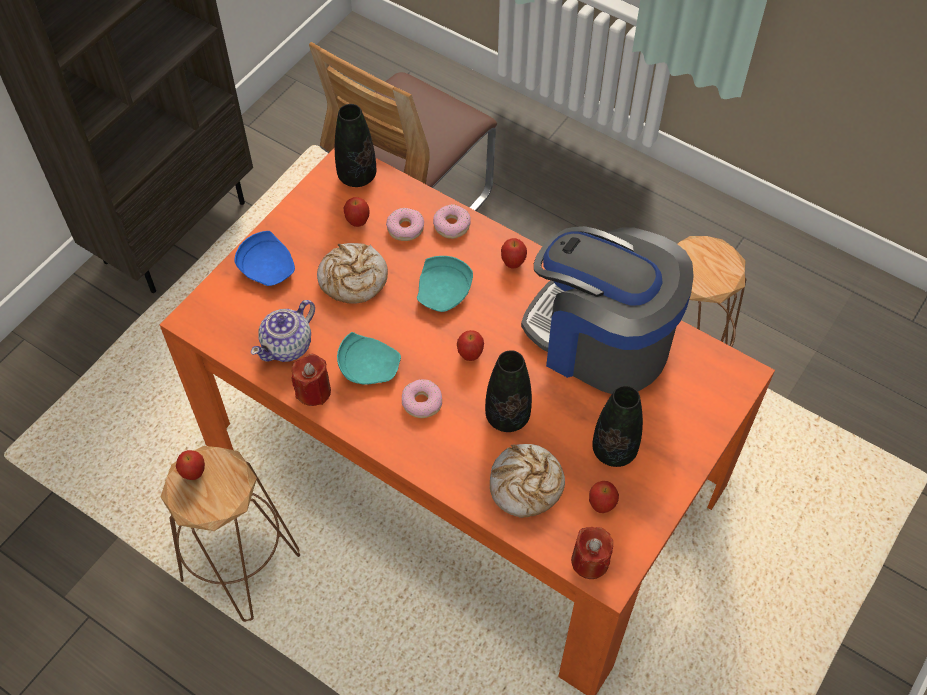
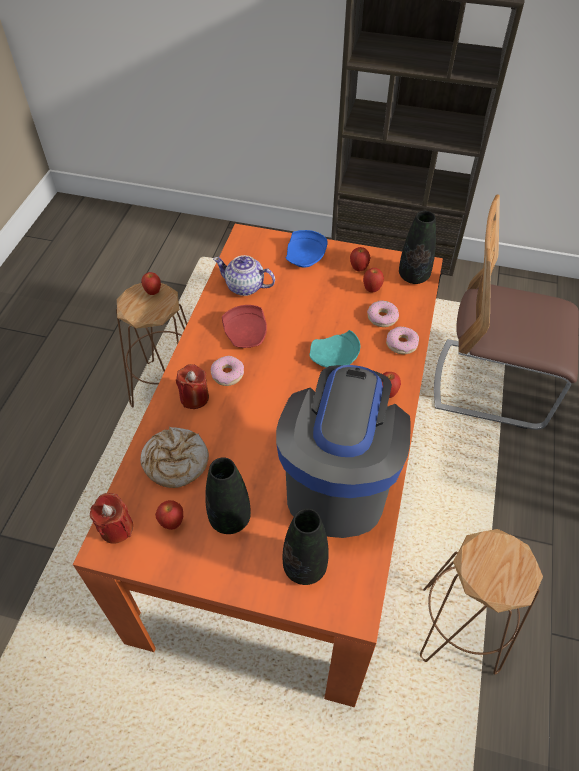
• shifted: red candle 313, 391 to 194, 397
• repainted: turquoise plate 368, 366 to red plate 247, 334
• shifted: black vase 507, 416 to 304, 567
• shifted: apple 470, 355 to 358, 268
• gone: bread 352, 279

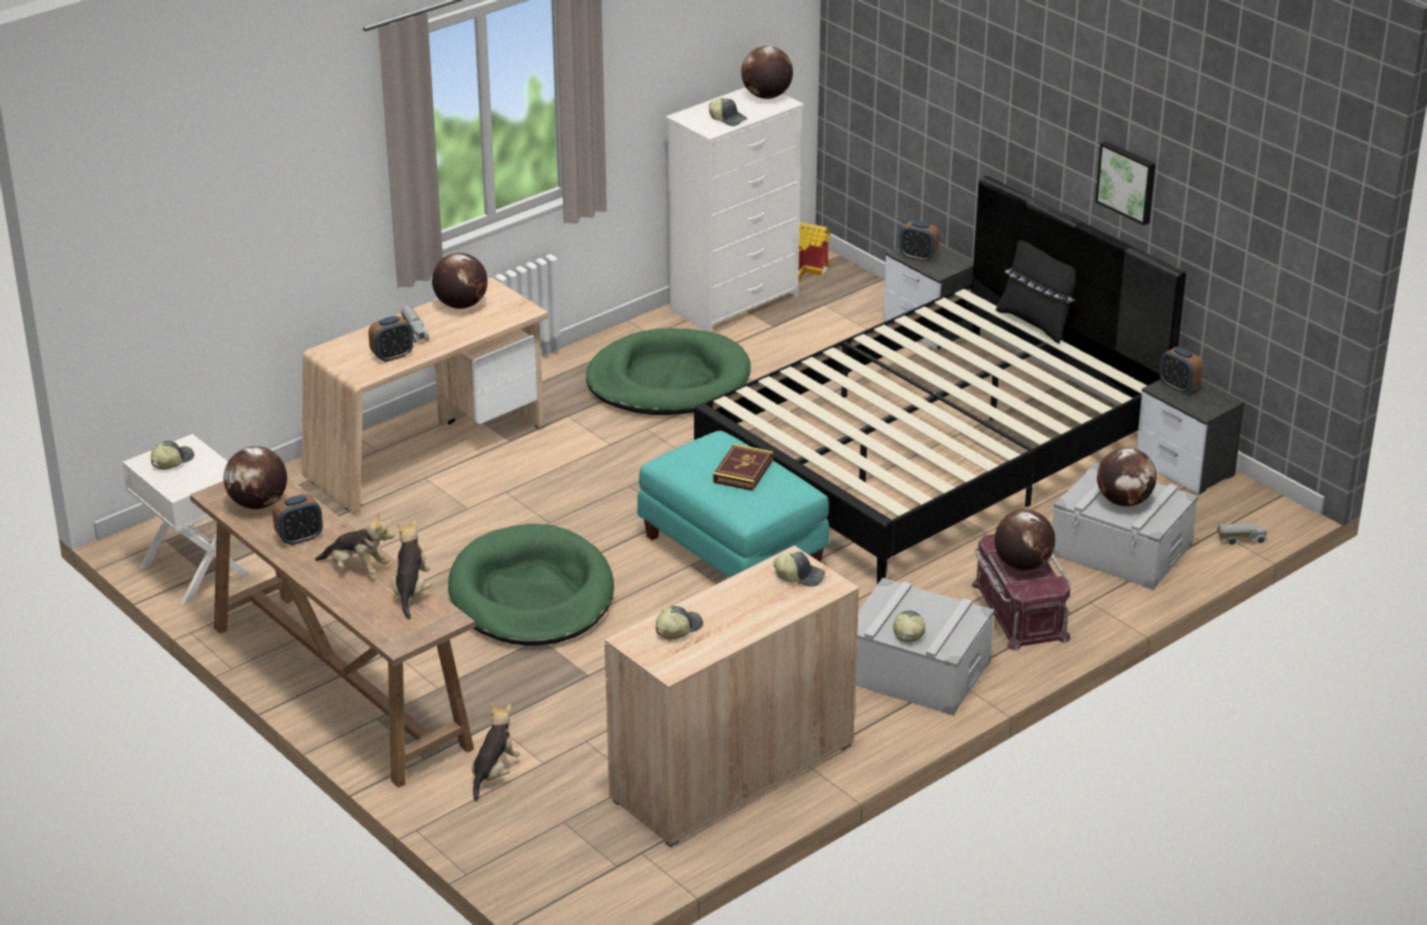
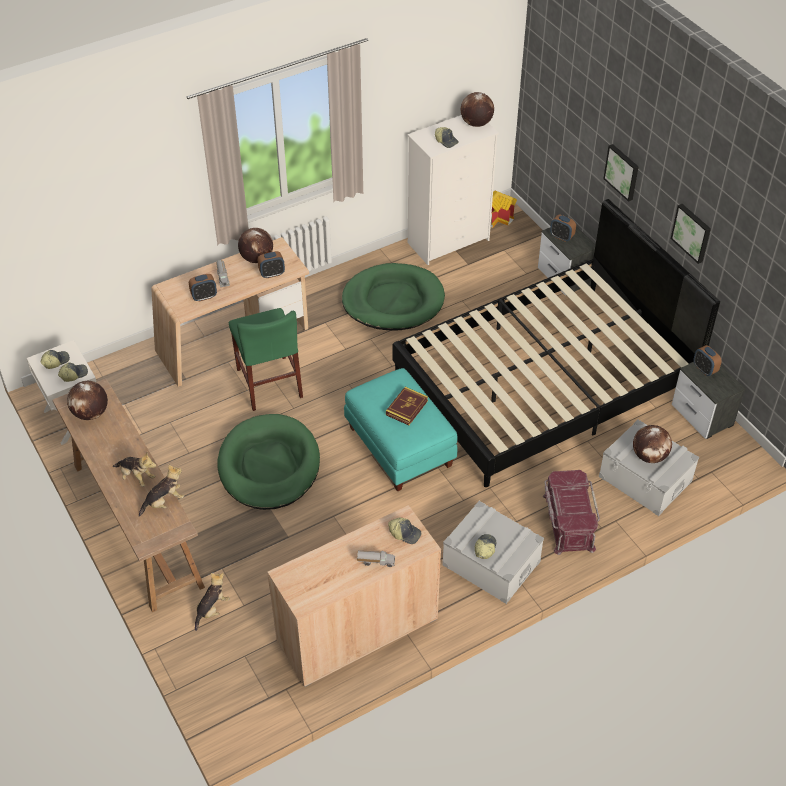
• shifted: cap 678, 628 to 73, 374
• rotated: plush toy 411, 592 = 164, 502 45 degrees clockwise
• new: green chair 269, 383
• shifted: alarm clock 299, 538 to 272, 274
• shifted: toy truck 1241, 539 to 376, 561
• new: picture 622, 172
• gone: globe 1022, 565
• gone: black pillow 1036, 322

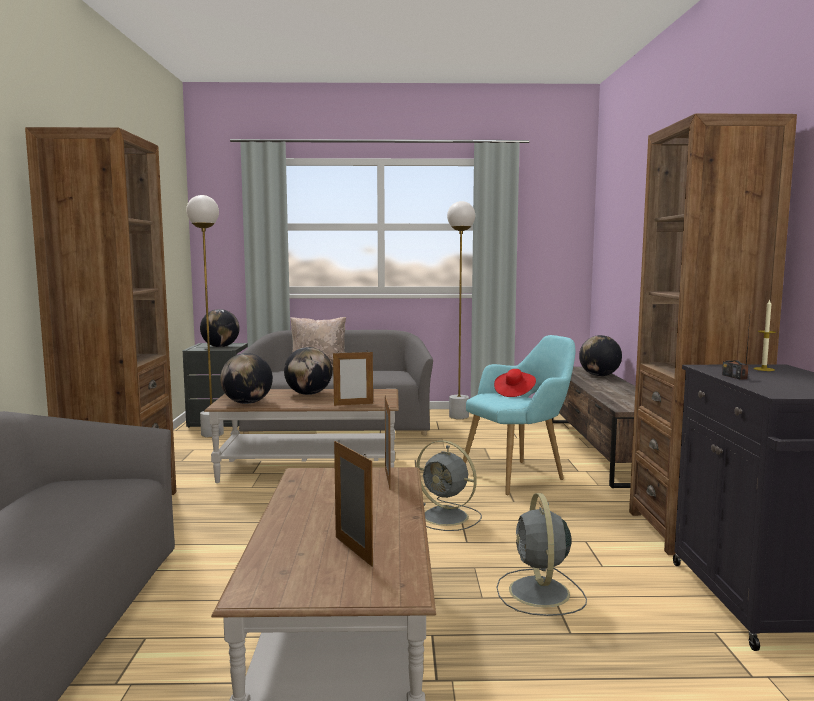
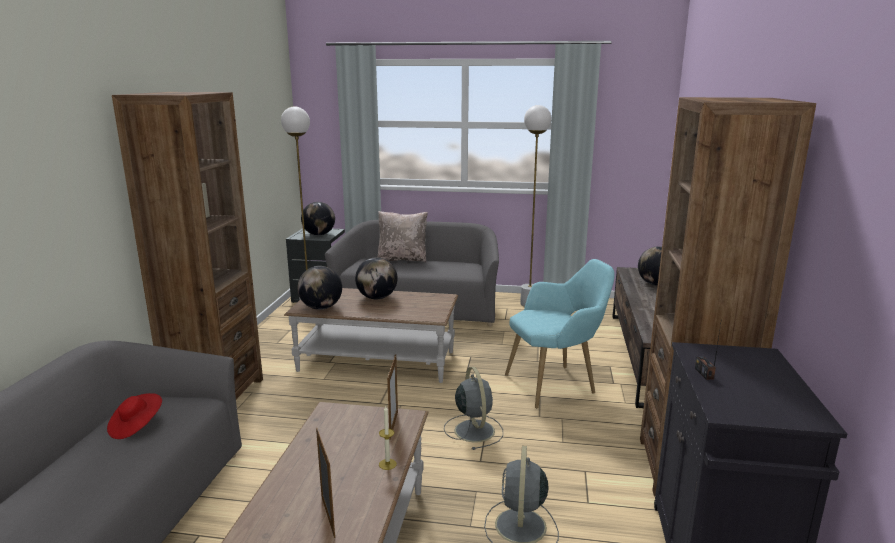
• shifted: red hat 514, 393 to 136, 426
• shifted: candle 764, 369 to 387, 464
• rotated: grey fan 447, 517 = 474, 430 150 degrees counterclockwise
• gone: picture frame 353, 404

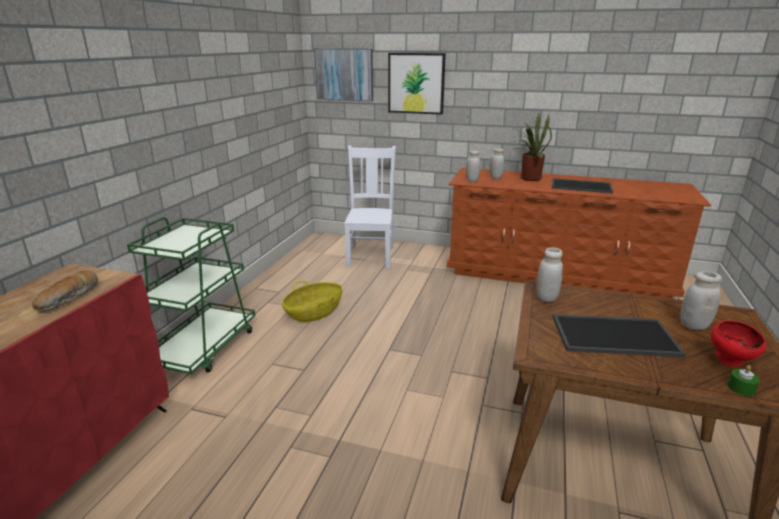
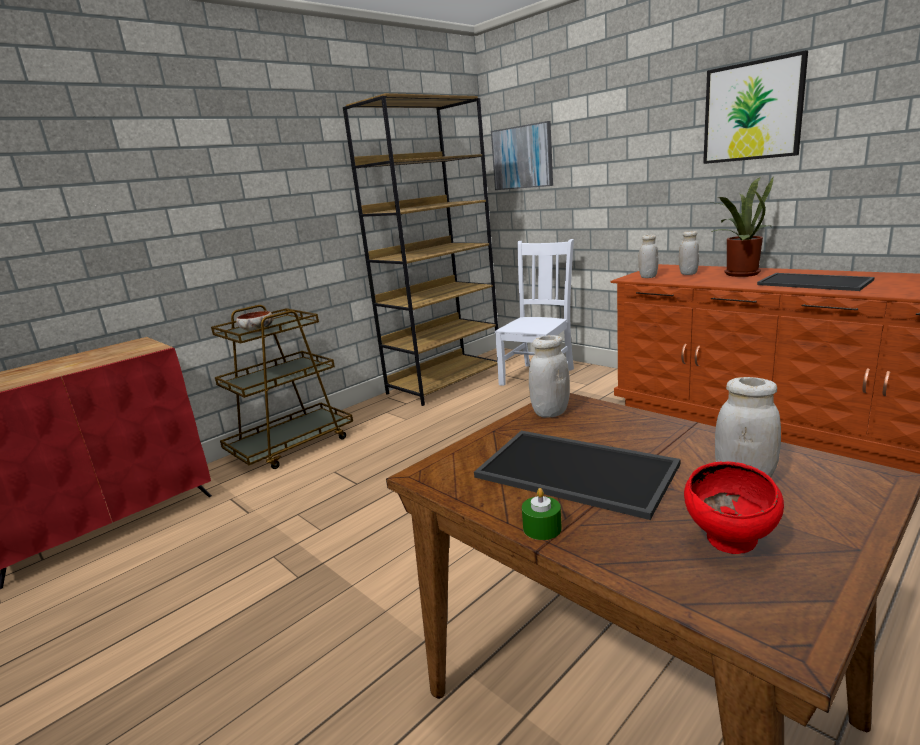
• repainted: green cart 203, 347 to brown cart 292, 445
• new: bowl 258, 331
• new: brown bookcase 445, 382
• shifted: green candle 741, 388 to 542, 528
• shifted: picture 416, 83 to 752, 111
• gone: bread 70, 298
• gone: basket 314, 313

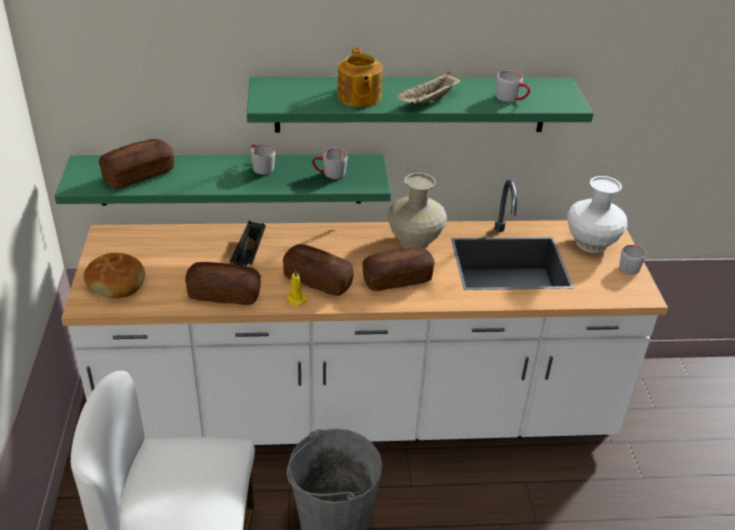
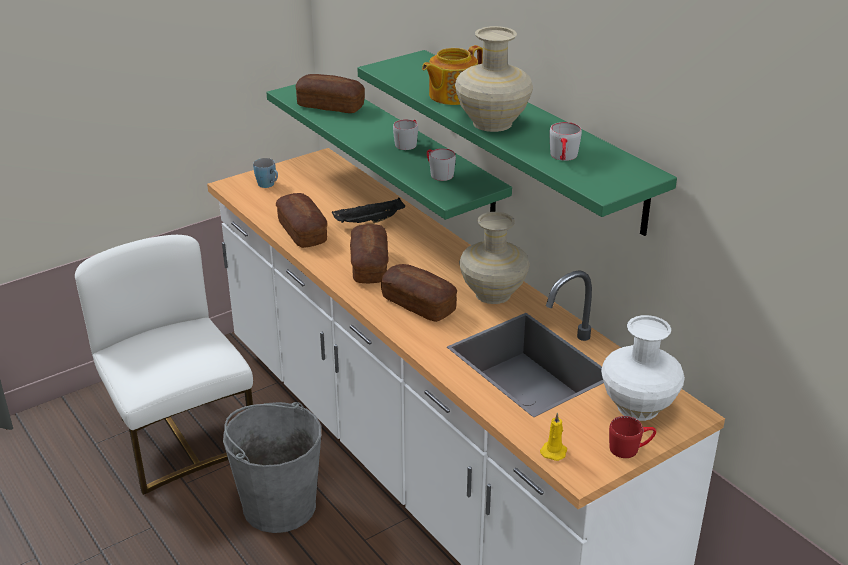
• swapped: bread 116, 282 to blue mug 268, 185
• swapped: beige tray 428, 101 to beige vase 492, 123
• shifted: yellow candle 295, 299 to 554, 451
• repainted: grey mug 630, 265 to red mug 630, 448

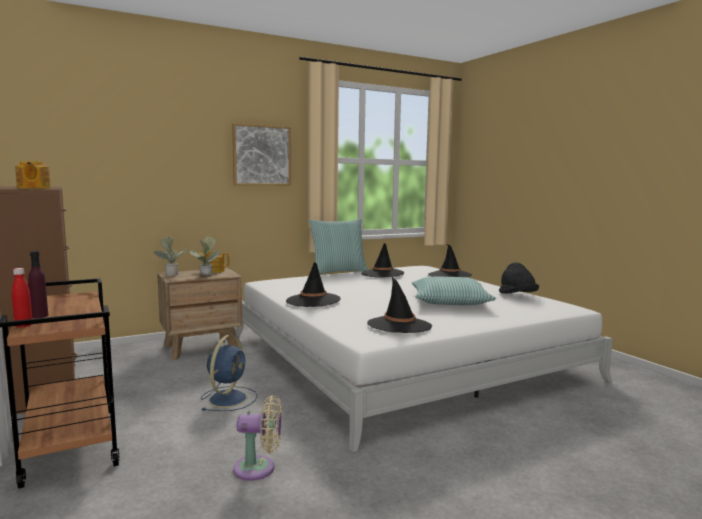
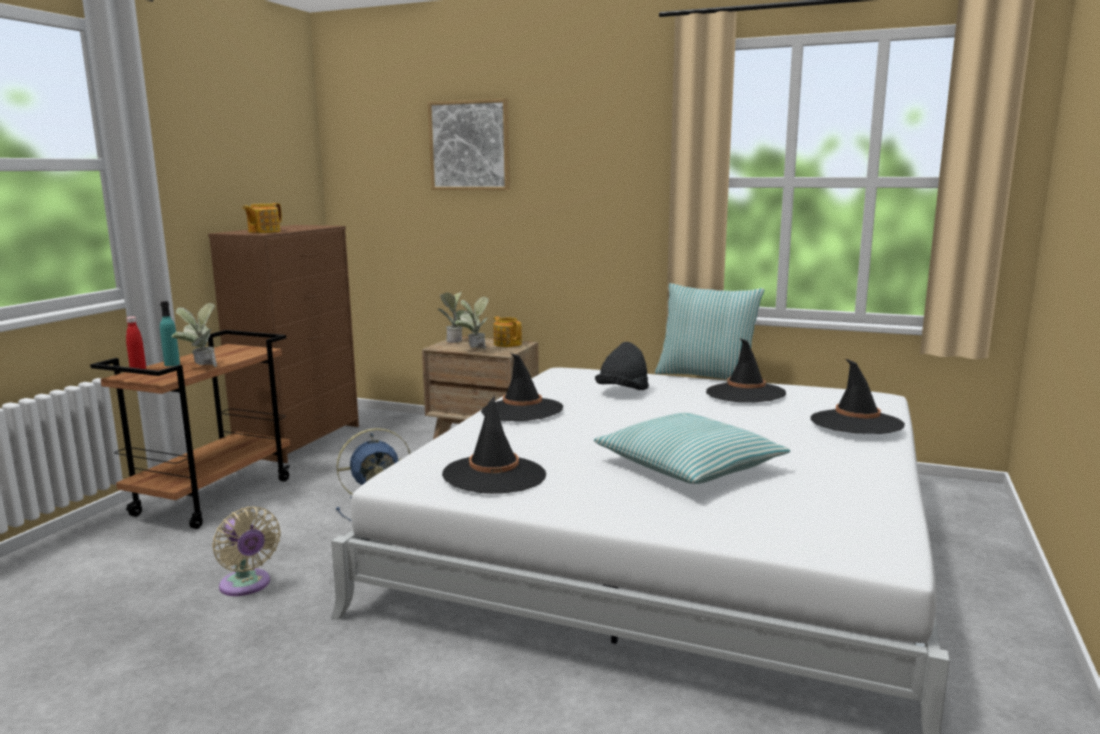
• repainted: purple bottle 40, 316 to turquoise bottle 172, 364
• new: potted plant 201, 368
• shifted: picture 262, 155 to 470, 145
• shifted: black hat 517, 296 to 622, 392

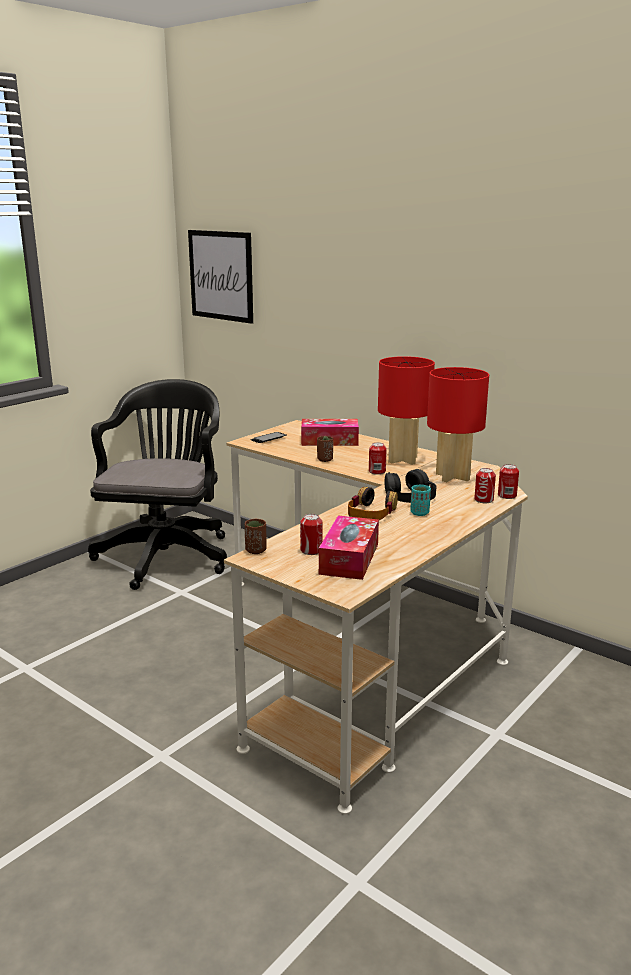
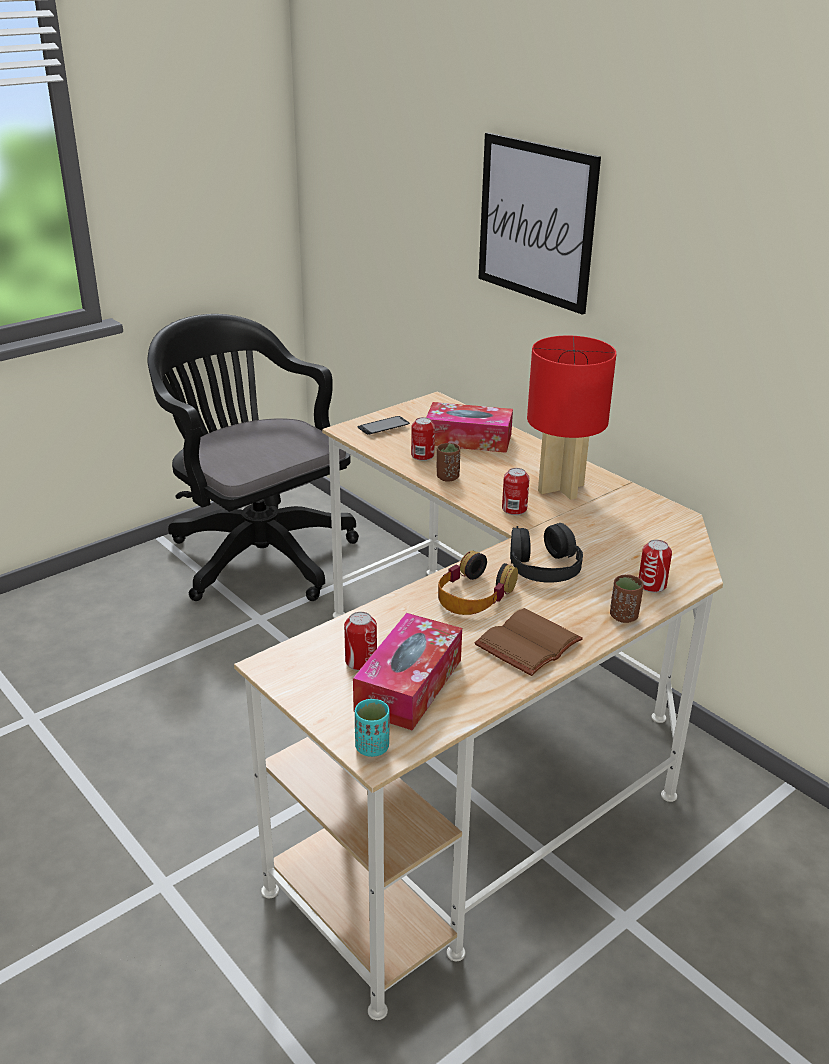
• rotated: black office chair 167, 554 = 257, 553 60 degrees counterclockwise
• shifted: turquoise cup 419, 513 to 372, 747
• shifted: can 507, 495 to 422, 456
• new: brown book 527, 642
• shifted: picture 221, 275 to 536, 222
• shifted: brown cup 256, 550 to 623, 616
• gone: red table lamp 453, 477

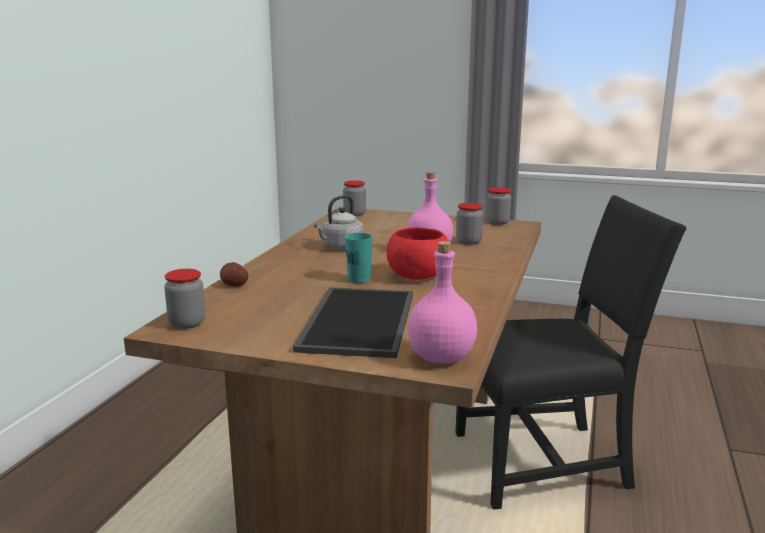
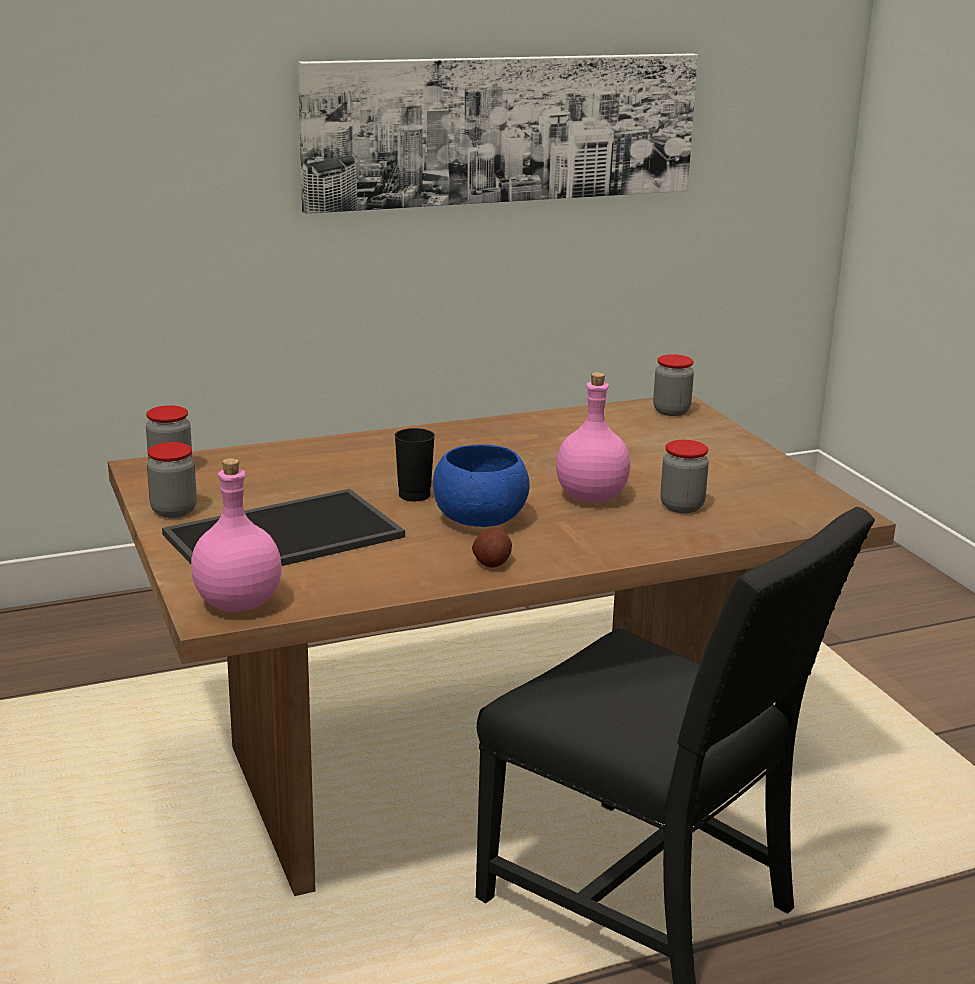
• shifted: jar 497, 222 to 174, 510
• new: picture 503, 129
• repainted: turquoise cup 359, 279 to black cup 414, 495
• repainted: red bowl 418, 276 to blue bowl 479, 519
• shifted: potato 234, 285 to 491, 562
• gone: grey kettle 341, 247

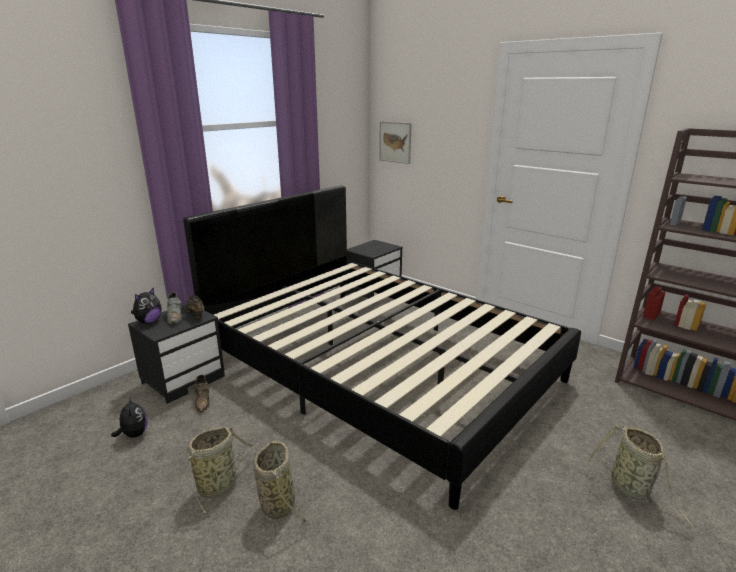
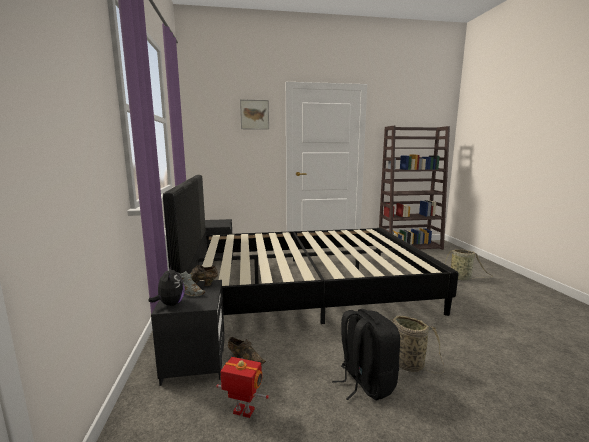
• swapped: plush toy 134, 434 to toy robot 243, 412
• shifted: picture 395, 142 to 254, 114
• swapped: basket 220, 485 to black backpack 365, 383

